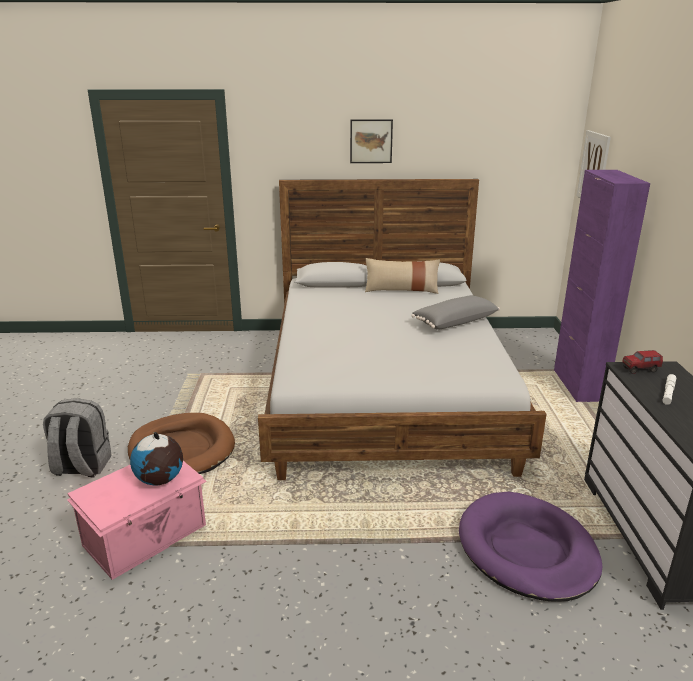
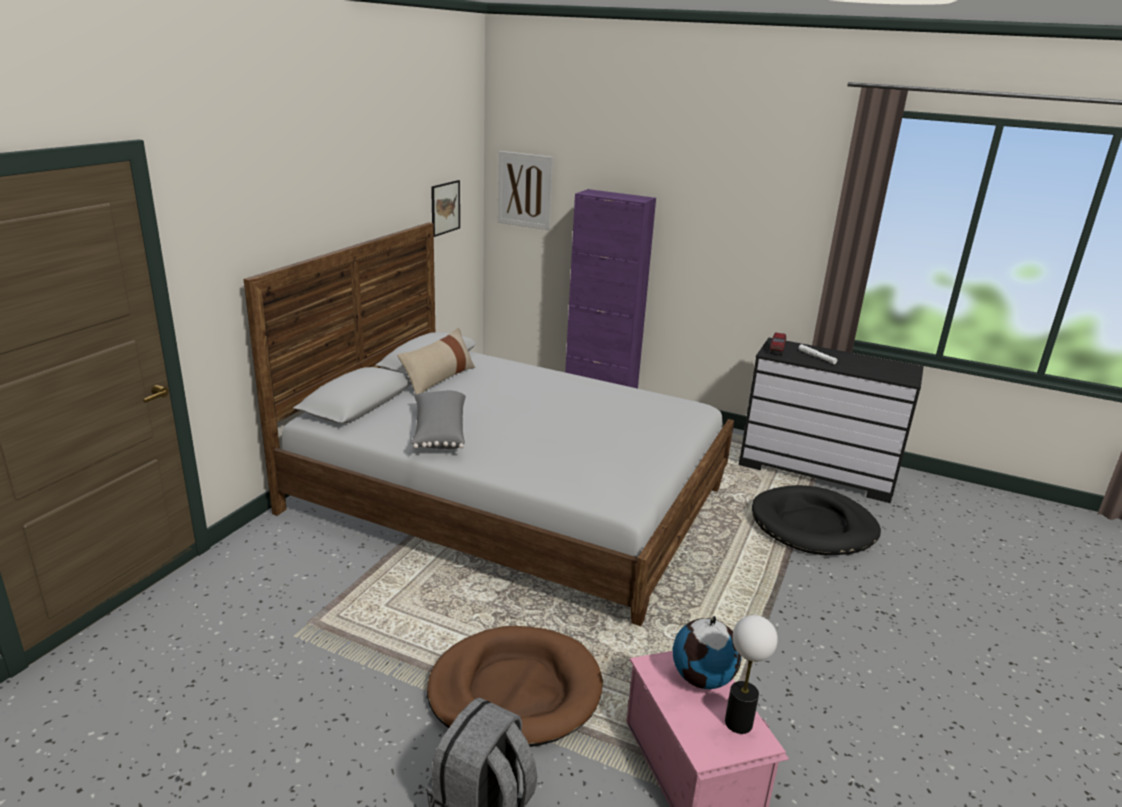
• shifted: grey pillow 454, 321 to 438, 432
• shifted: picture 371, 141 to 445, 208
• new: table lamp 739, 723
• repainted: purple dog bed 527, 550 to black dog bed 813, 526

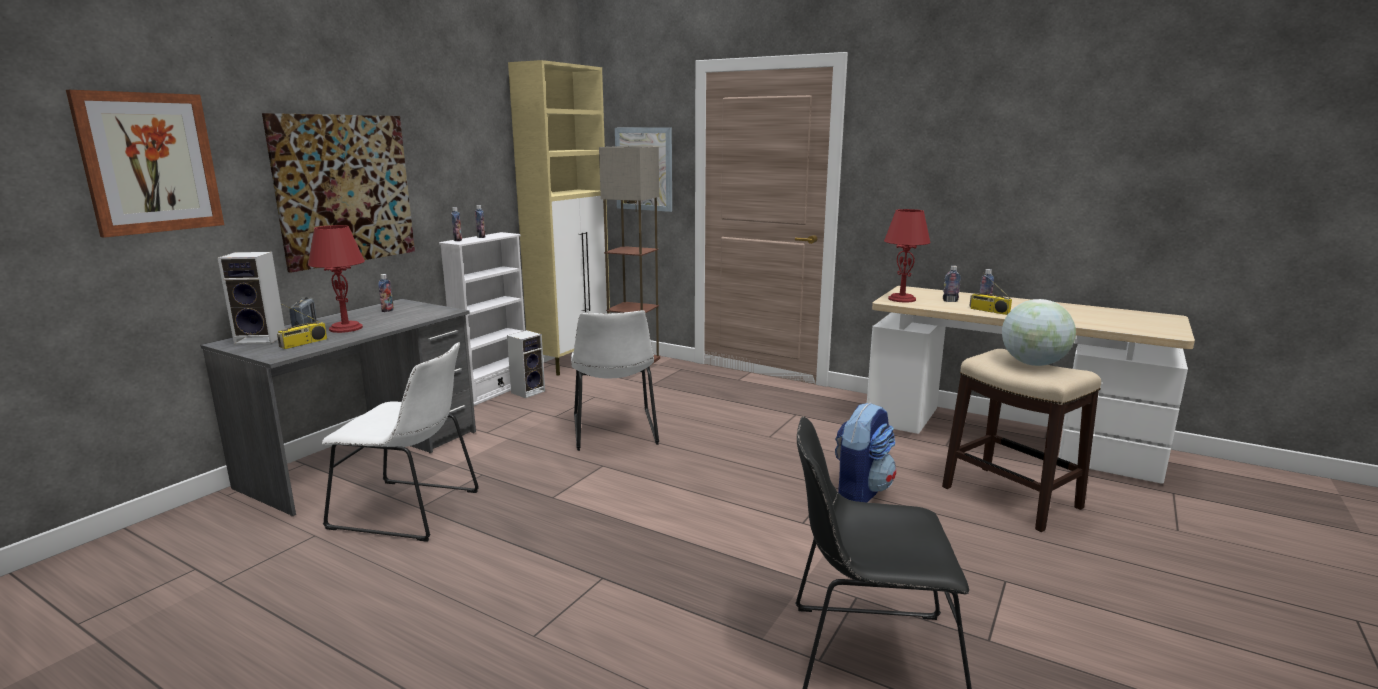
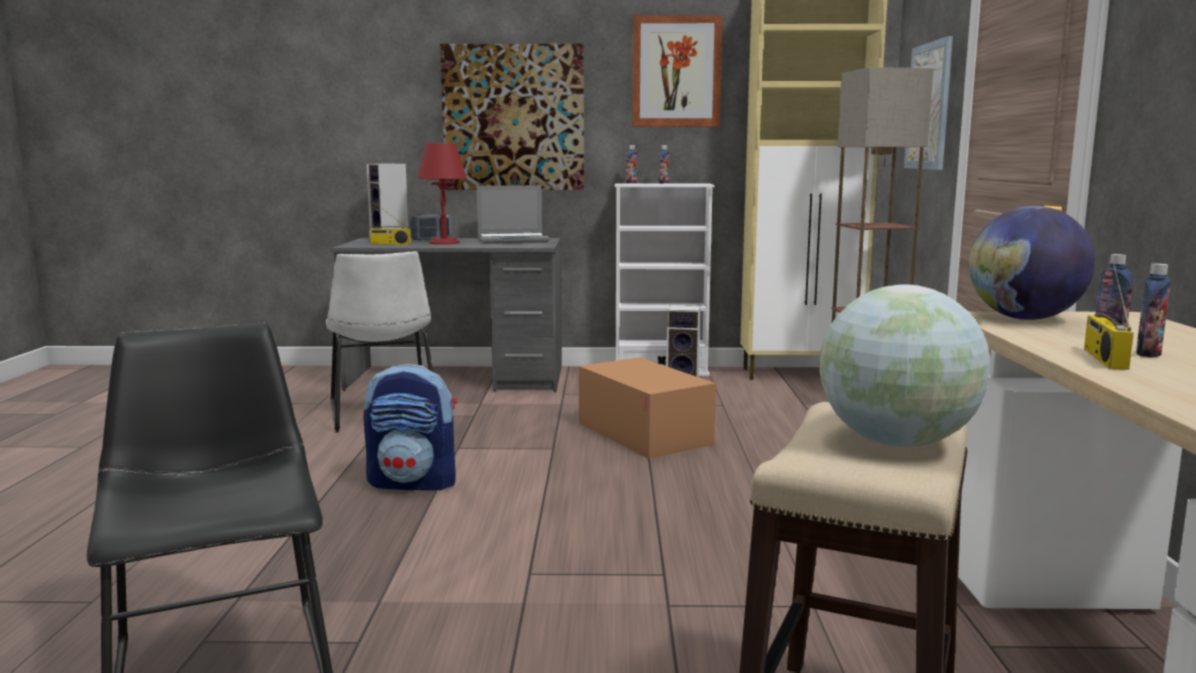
• shifted: backpack 860, 491 to 414, 483
• swapped: bottle 387, 310 to laptop 513, 240
• swapped: white chair 614, 432 to cardboard box 643, 433
• shifted: picture 150, 163 to 676, 72
• swapped: red table lamp 902, 299 to globe 1024, 318

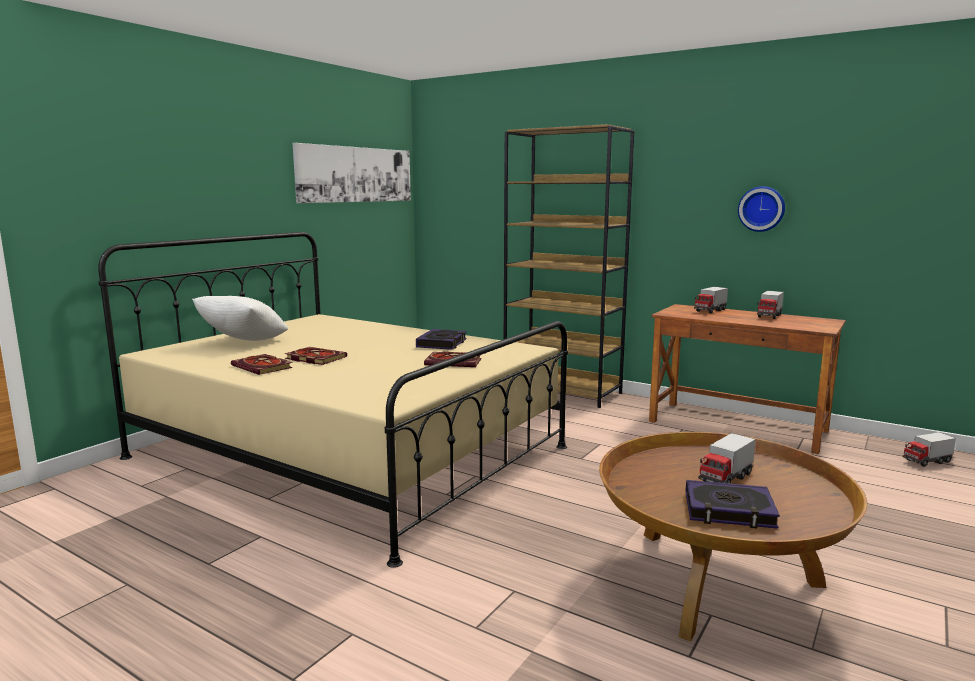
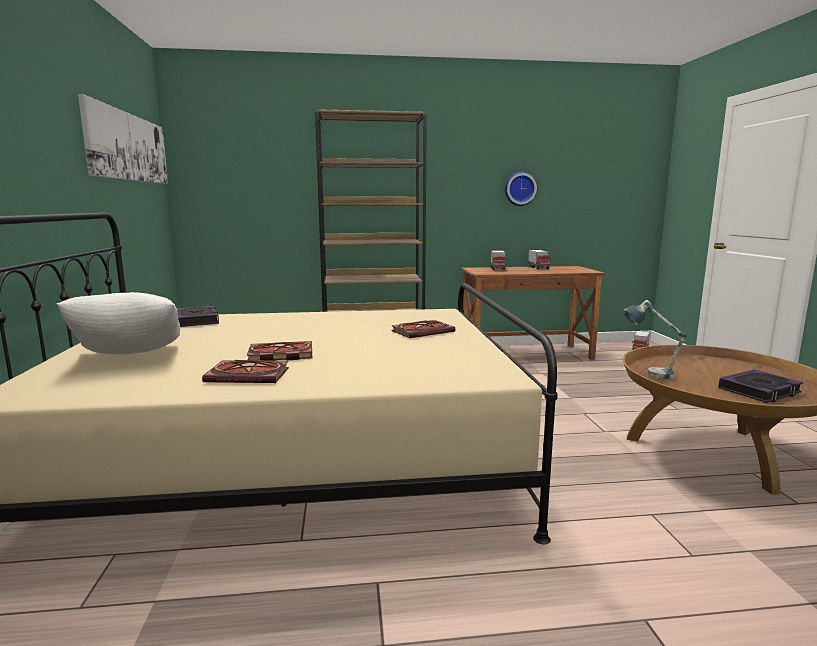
• shifted: book 442, 343 to 196, 321
• new: table lamp 648, 373
• gone: toy truck 725, 478

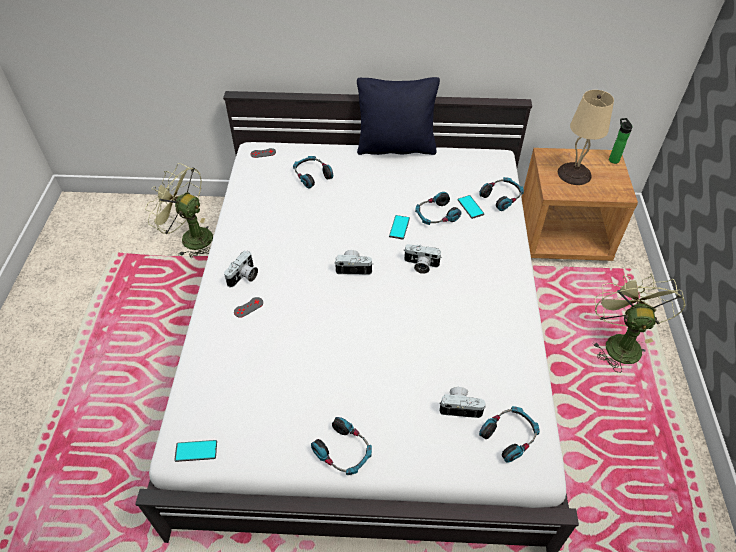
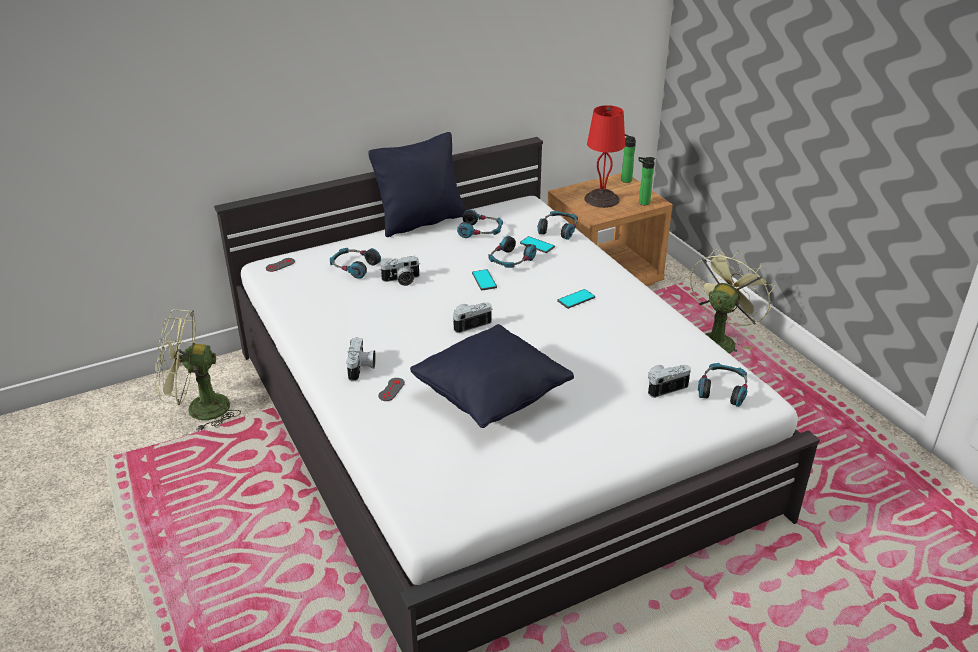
• shifted: photo camera 420, 265 to 401, 280
• new: black pillow 491, 399
• shifted: headphones 343, 451 to 480, 231
• shifted: phone 196, 451 to 576, 299
• repainted: beige table lamp 575, 174 to red table lamp 602, 199
• new: bottle 642, 202
• rotated: green fan 620, 342 = 718, 340 60 degrees clockwise

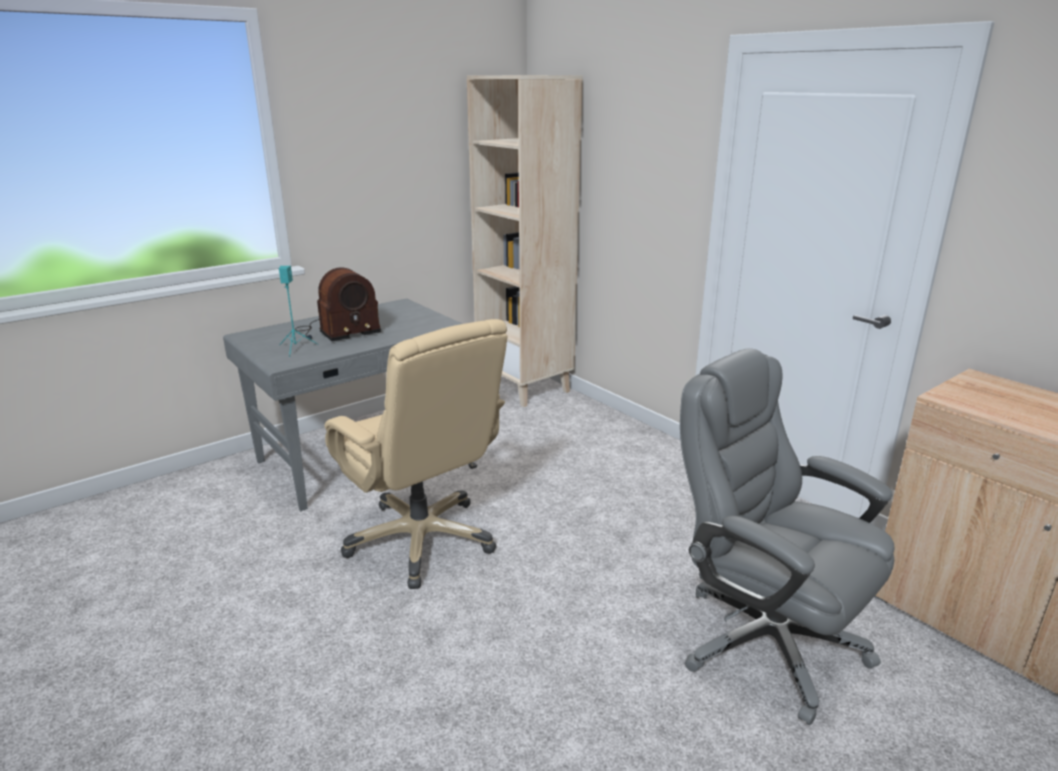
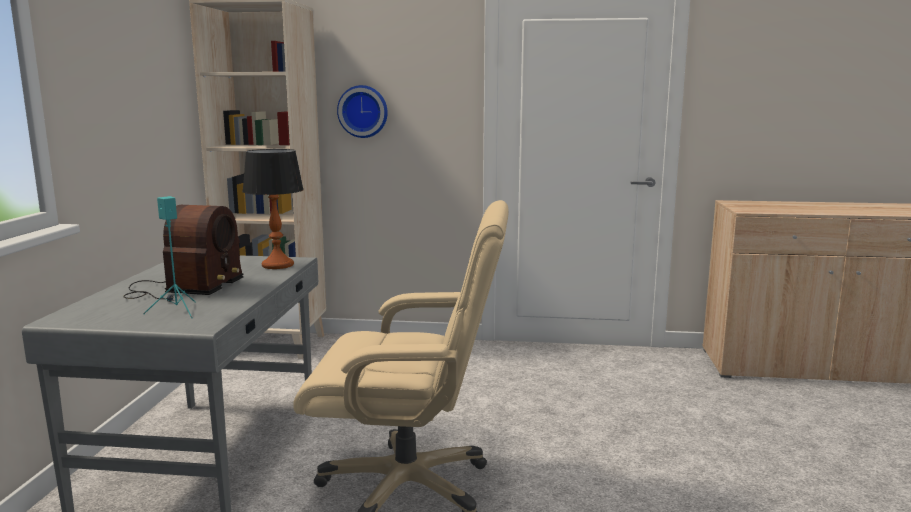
• new: table lamp 277, 265
• new: wall clock 363, 111
• gone: grey office chair 765, 641

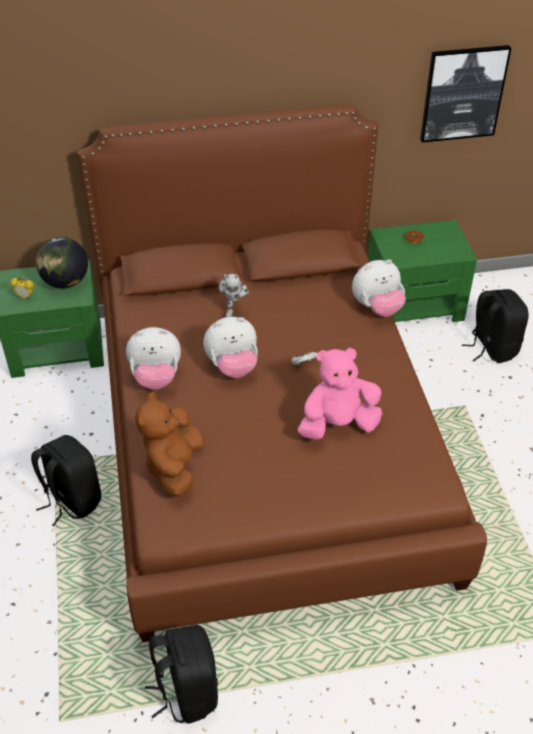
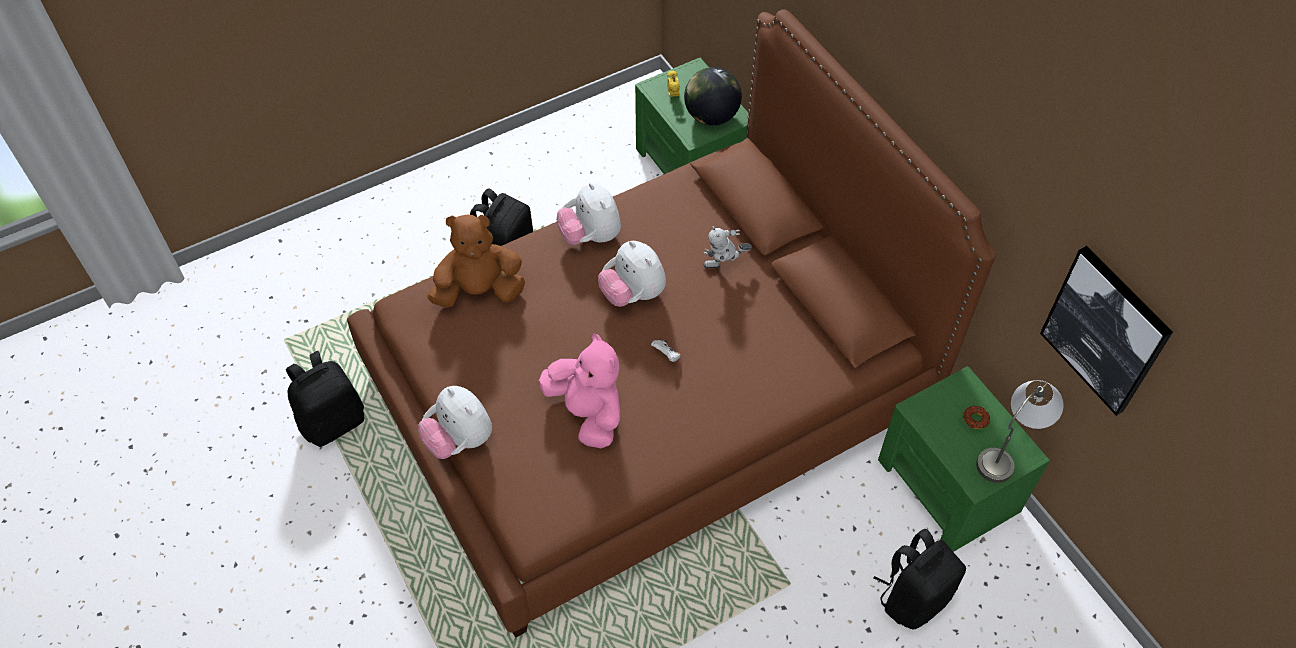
• shifted: plush toy 377, 308 to 459, 440
• new: grey table lamp 1009, 451

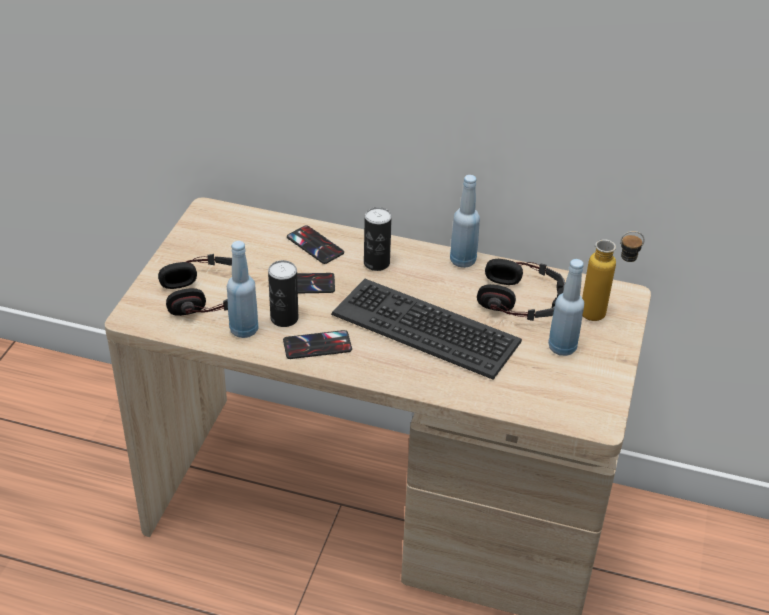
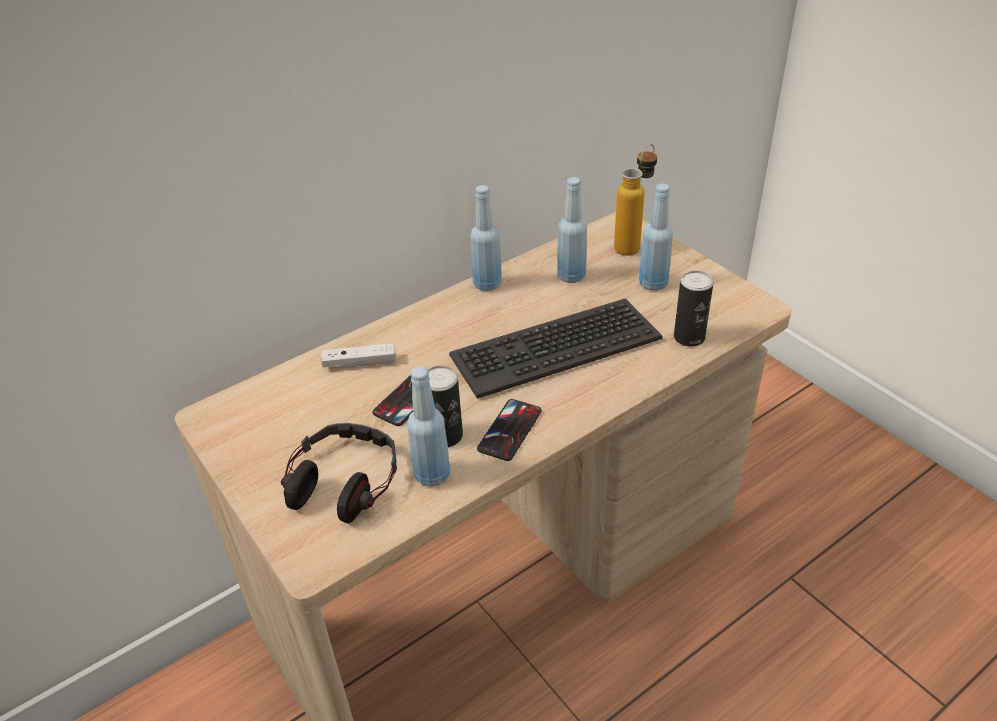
• swapped: phone 315, 245 to white game controller 359, 363
• swapped: headphones 521, 299 to blue bottle 571, 276
• shifted: can 376, 263 to 689, 337

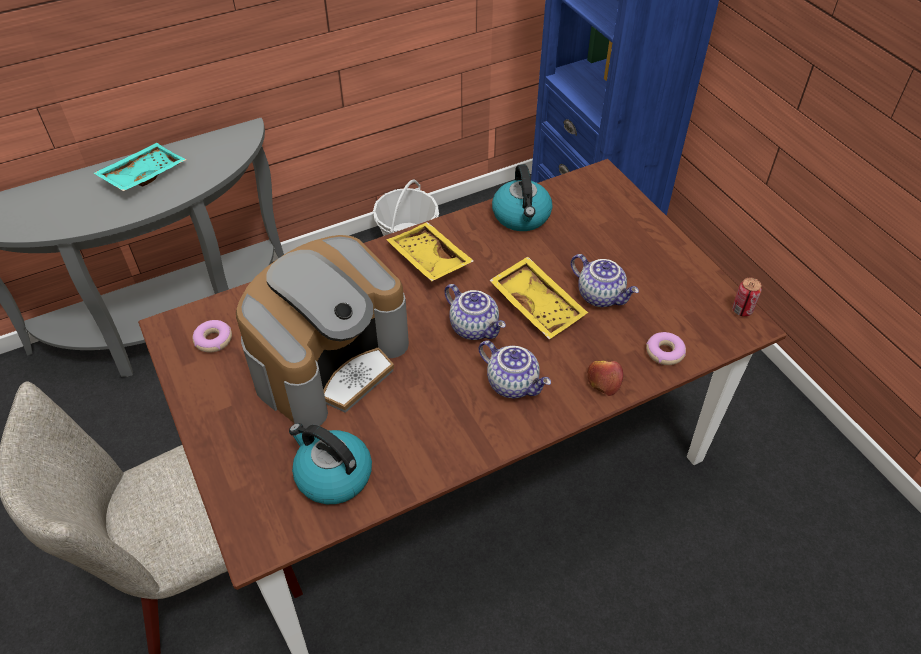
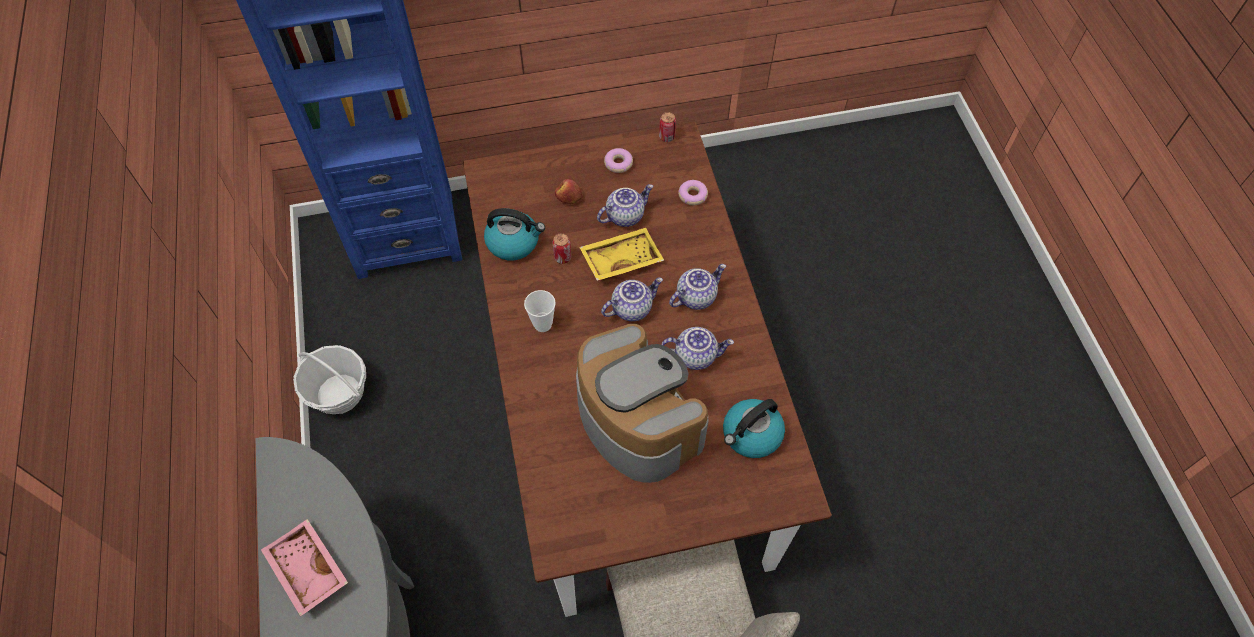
• repainted: turquoise tray 142, 175 to pink tray 306, 571
• swapped: yellow tray 428, 260 to cup 543, 324
• new: can 562, 257
• shifted: apple 603, 381 to 568, 196
• shifted: donut 213, 340 to 618, 163
• new: teapot 696, 355

